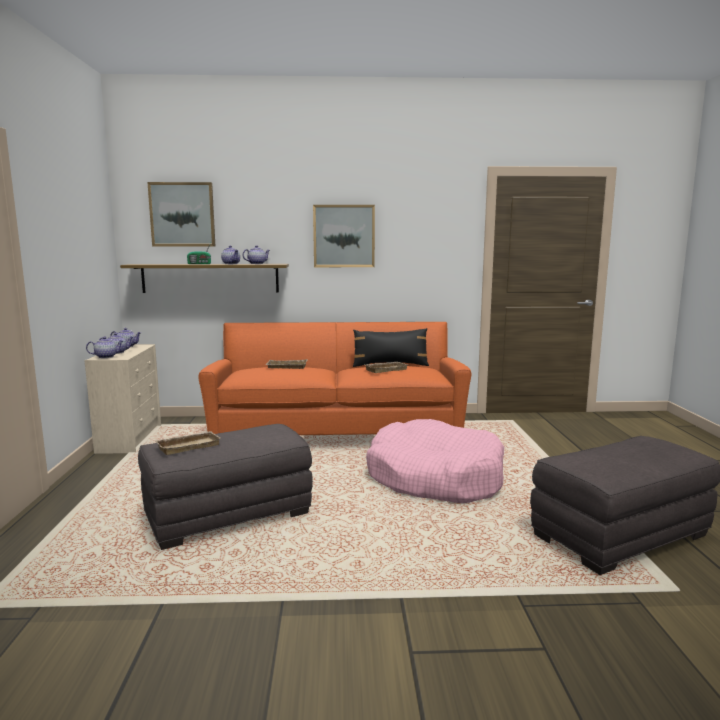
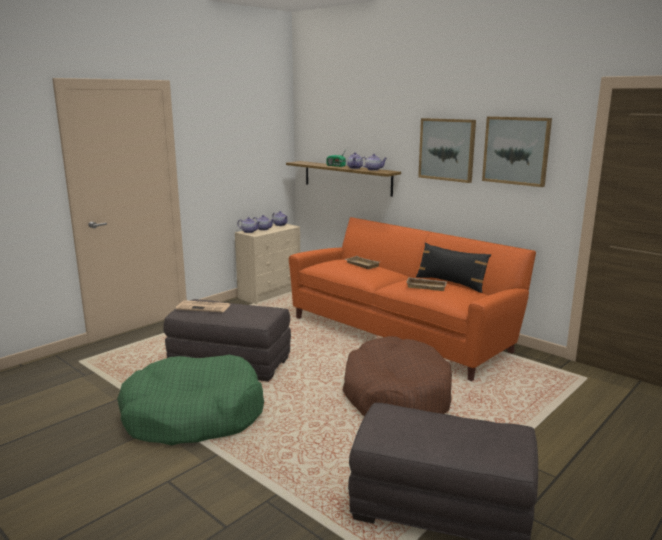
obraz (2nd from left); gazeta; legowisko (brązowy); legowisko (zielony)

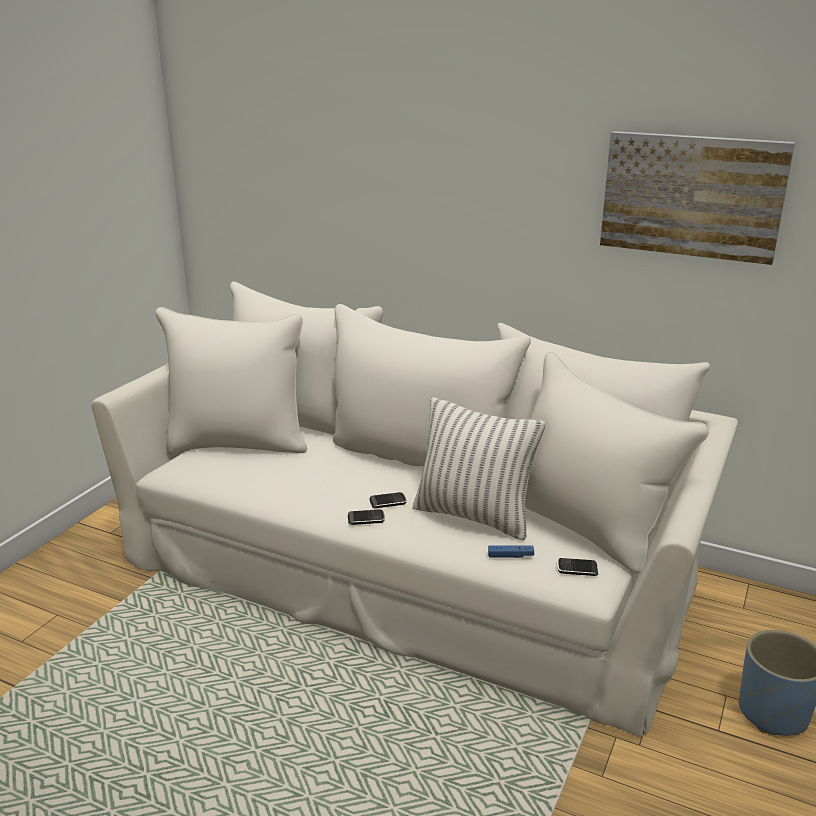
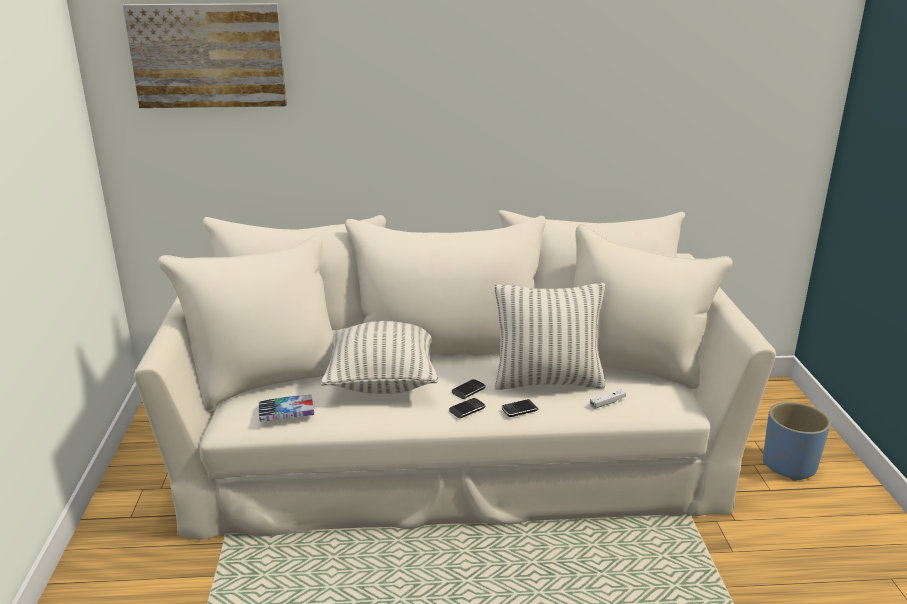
pad do gier (biały); telefon (3rd from left); obraz; książka; poduszka (1st from left)

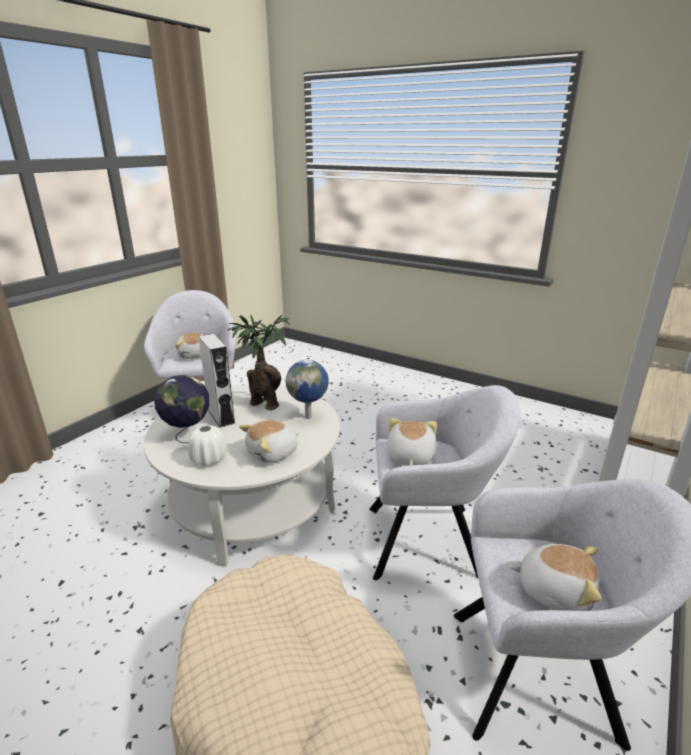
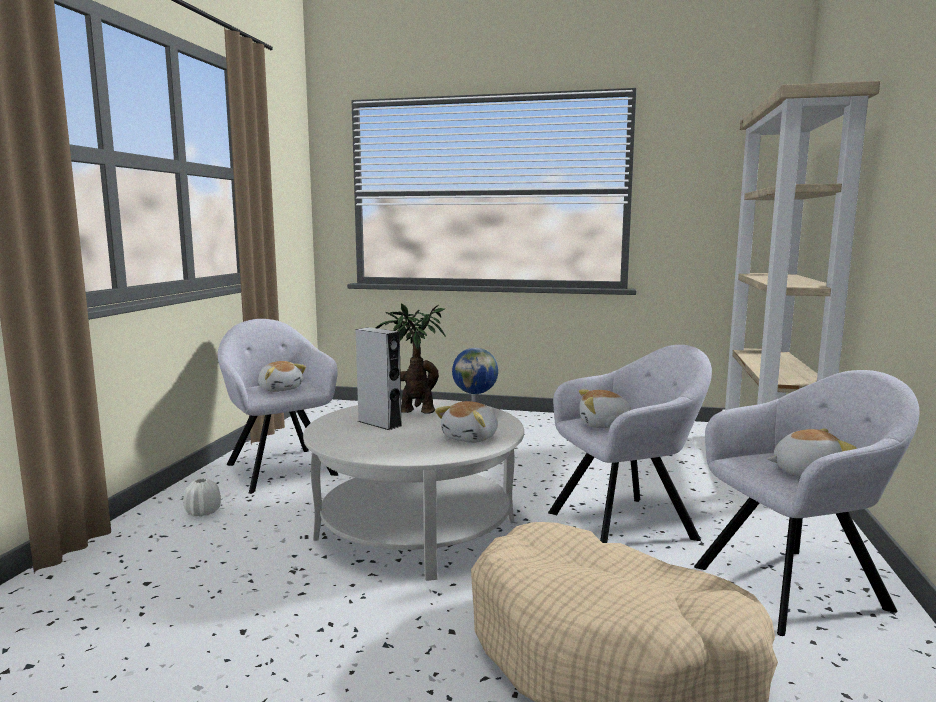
globus (1st from left in the first image); wazon (biały); pluszak (3rd from left)

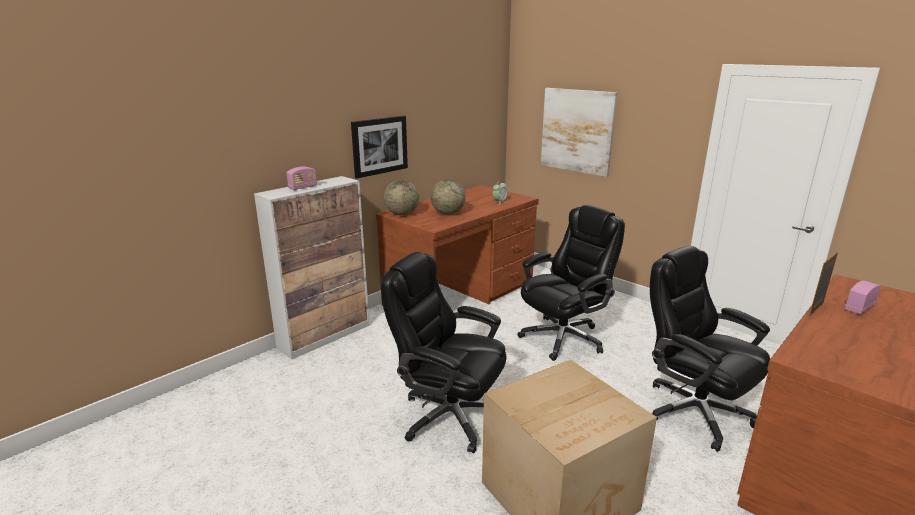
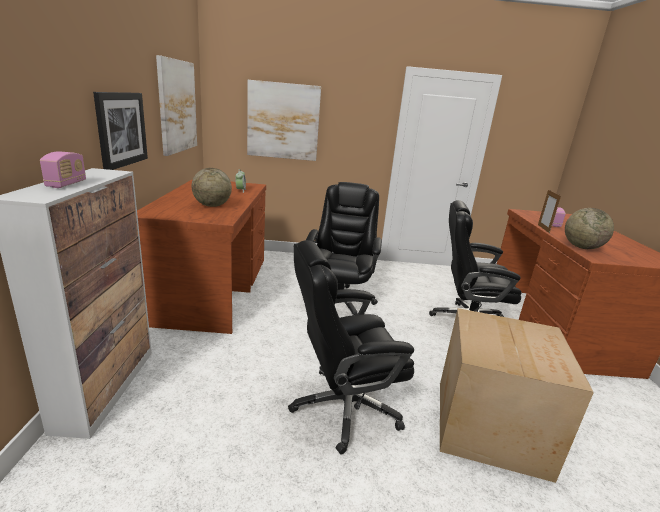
globus (2nd from left); obraz (2nd from left)

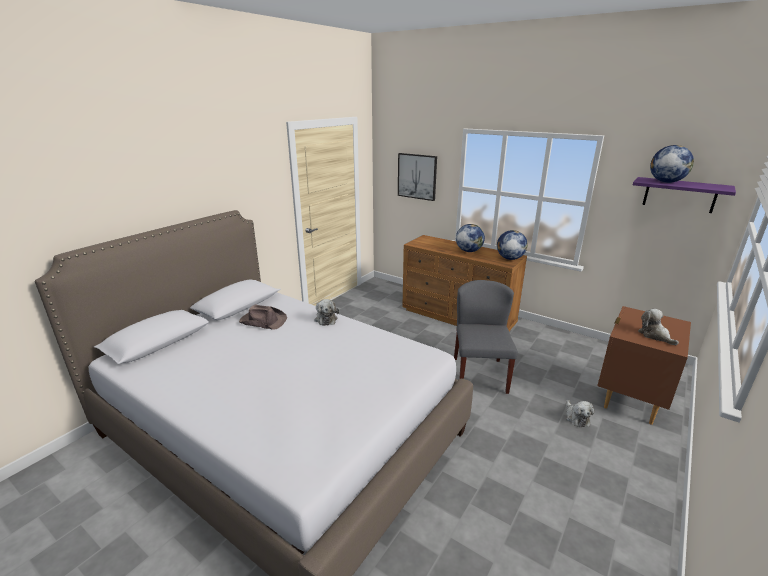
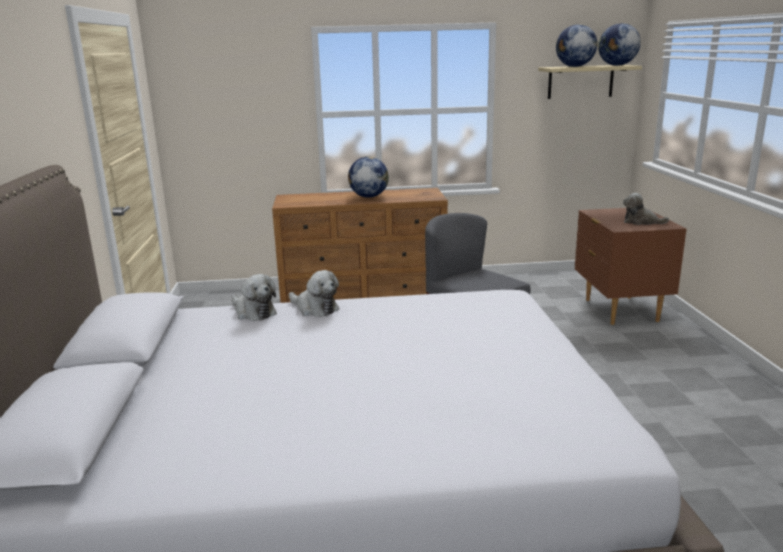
kapelusz (brązowy); obraz; globus (3rd from left); pluszak (1st from left); półka (beżowy)

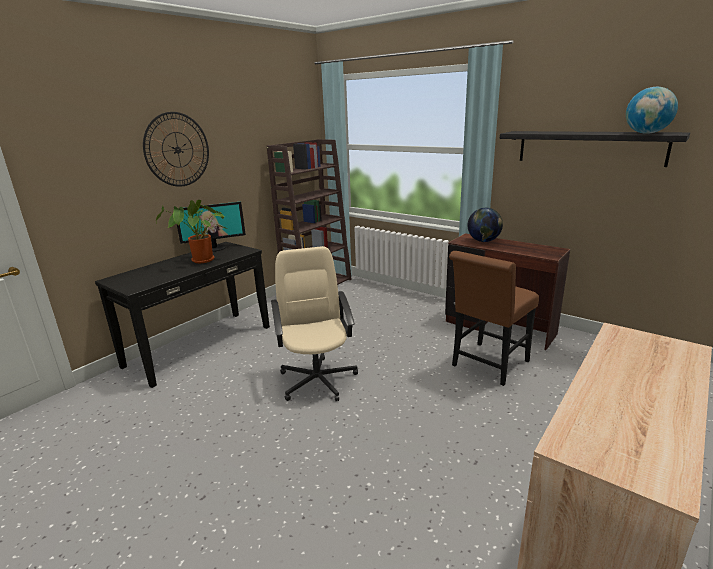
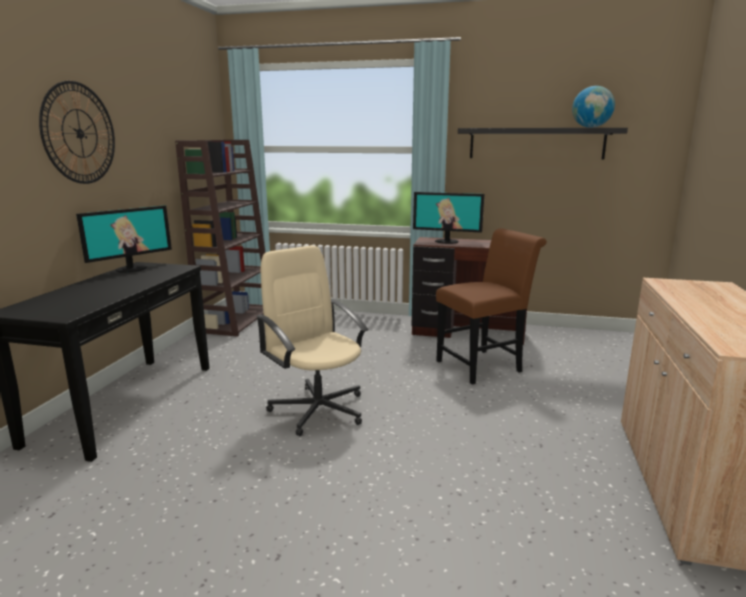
roślina doniczkowa; krzesło (brązowy); monitor (2nd from left)

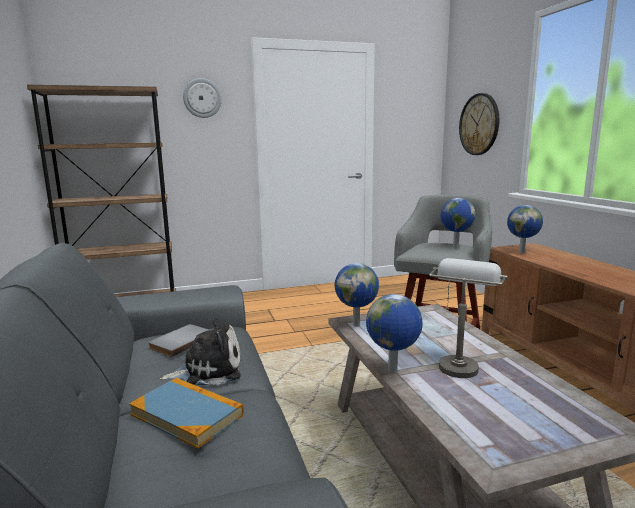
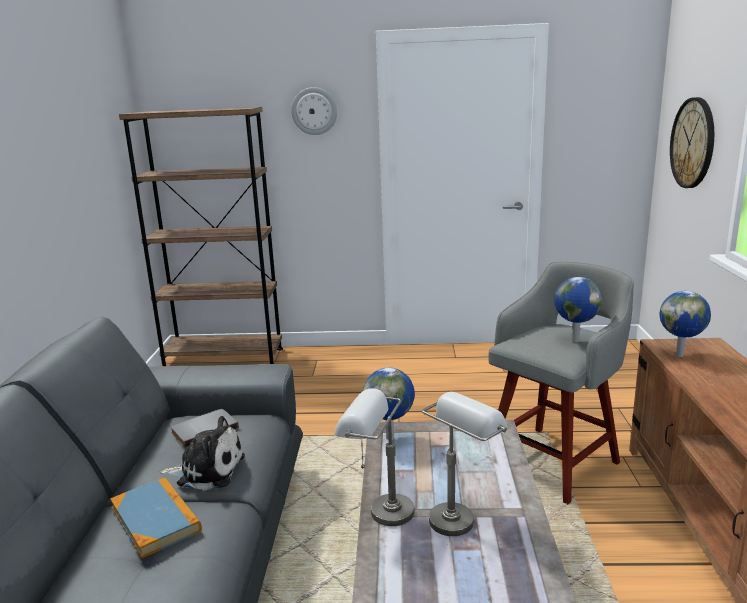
lampa stołowa (szary) (1st from left)

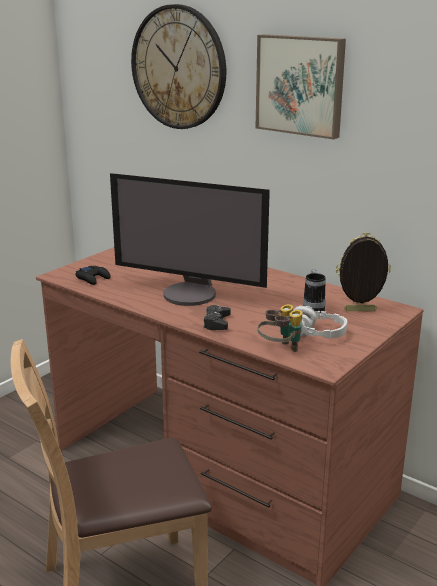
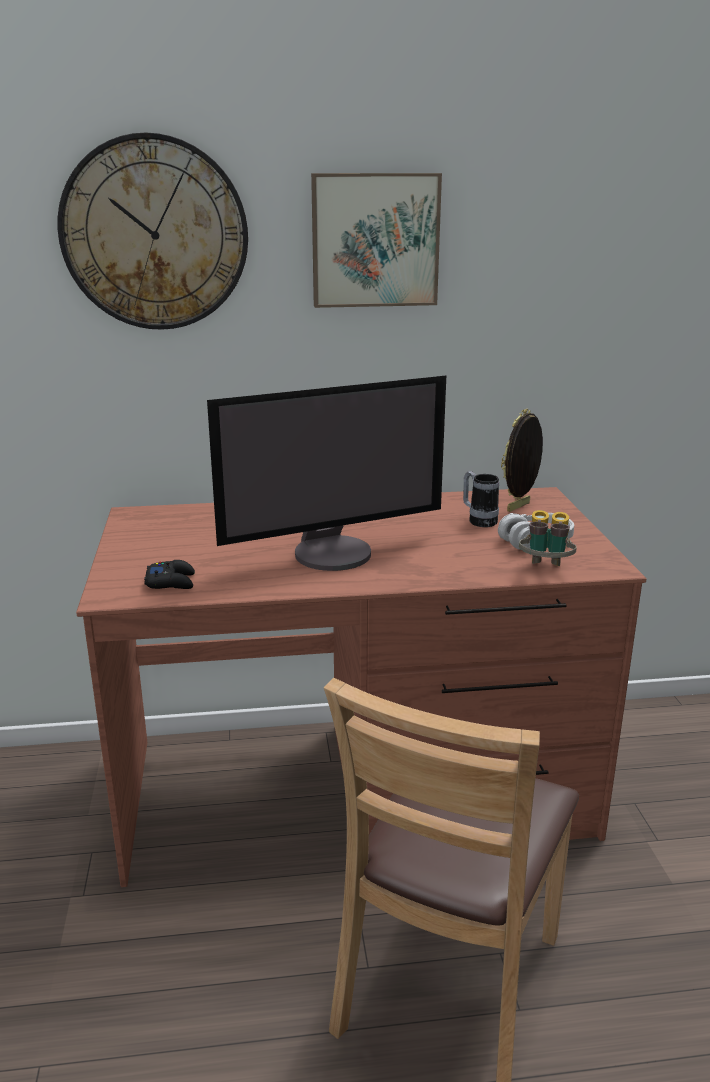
pad do gier (czarny) (2nd from left in the first image)

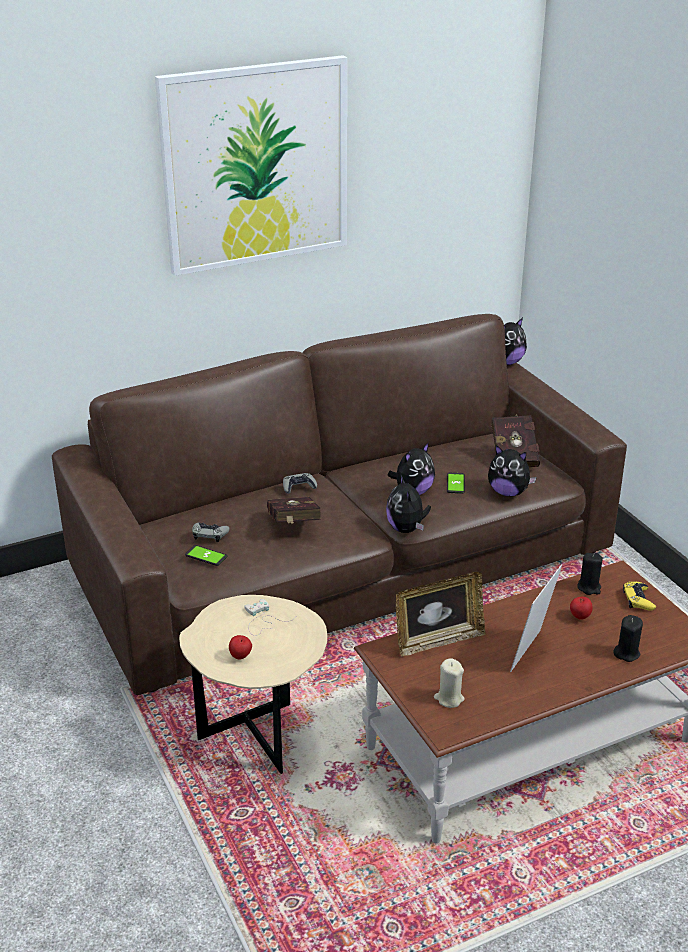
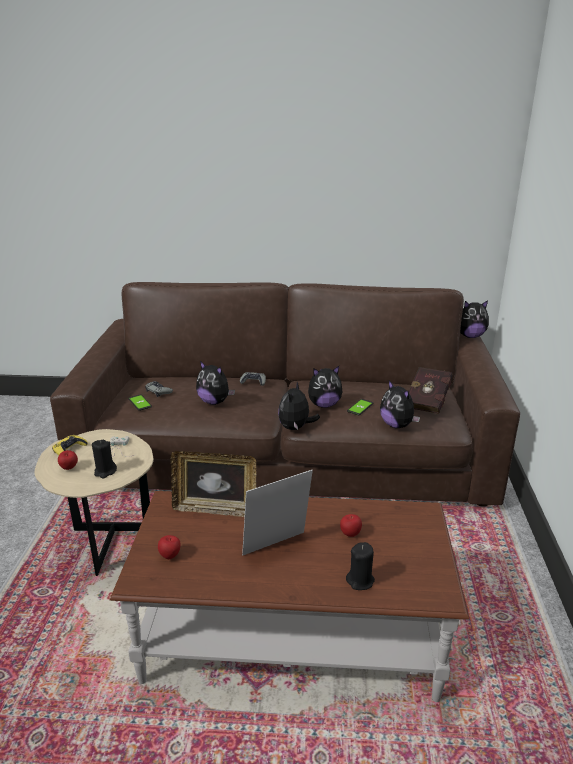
obraz; pluszak (1st from left); jabłko (2nd from left); świeca (czarny) (1st from left); pad do gier (żółty)

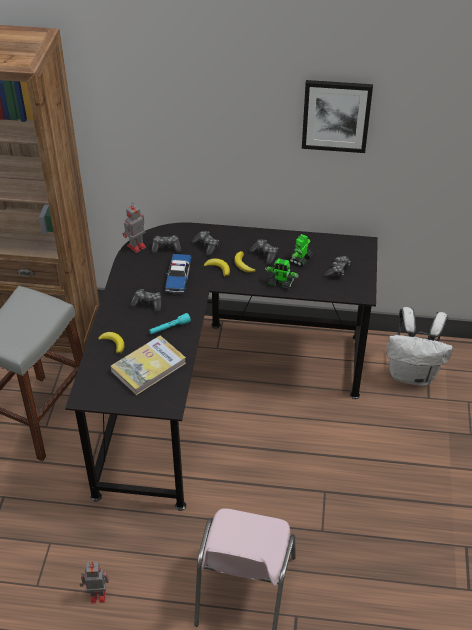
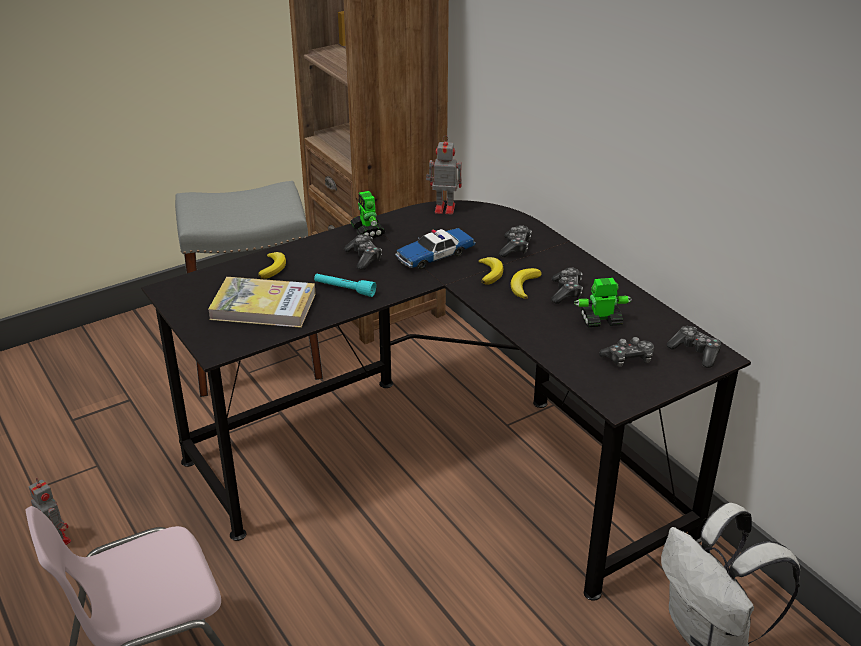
pad do gier (5th from left); robot zabawkowy (2nd from left); obraz

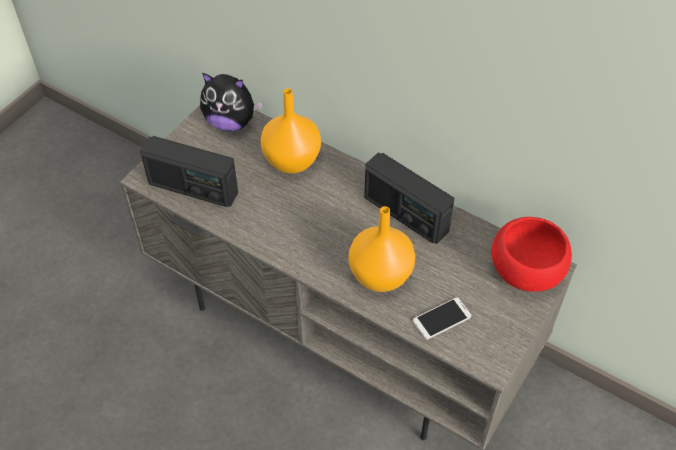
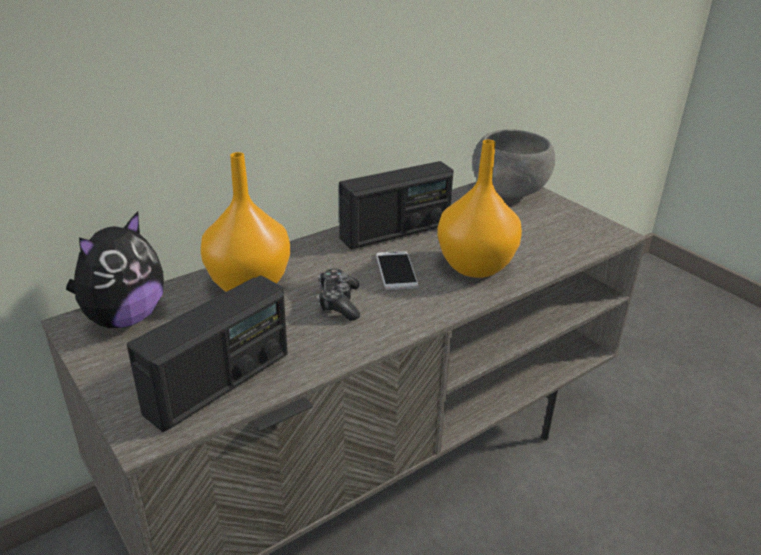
telefon; miska (szary); pad do gier

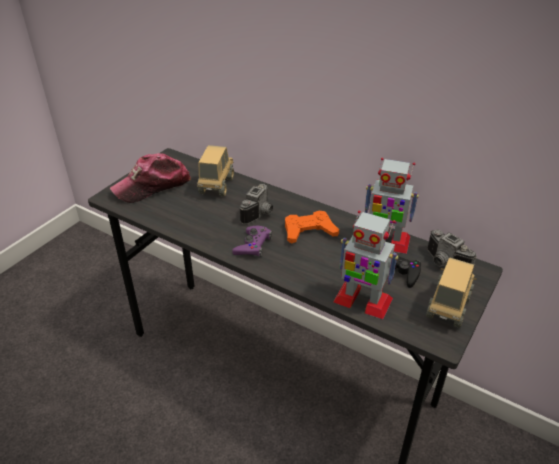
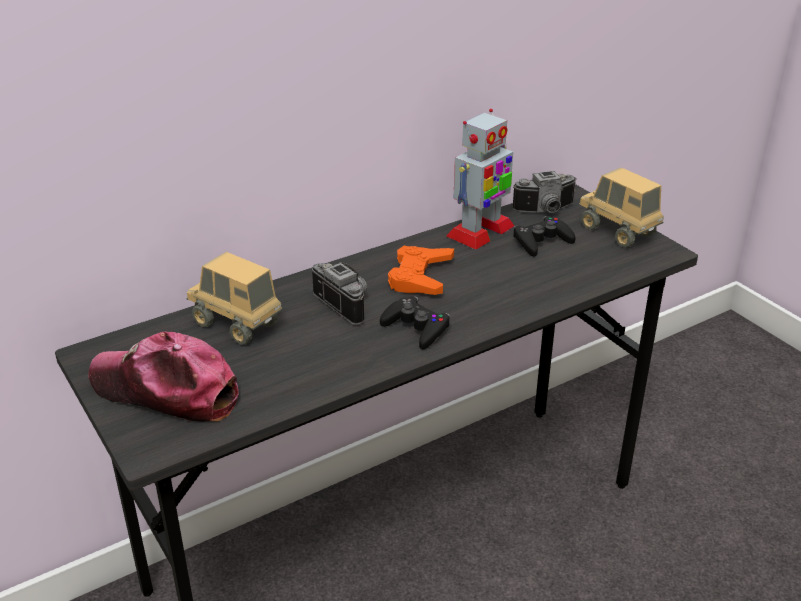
czapka z daszkiem; pad do gier (czarny) (1st from left); robot zabawkowy (1st from left in the first image)

